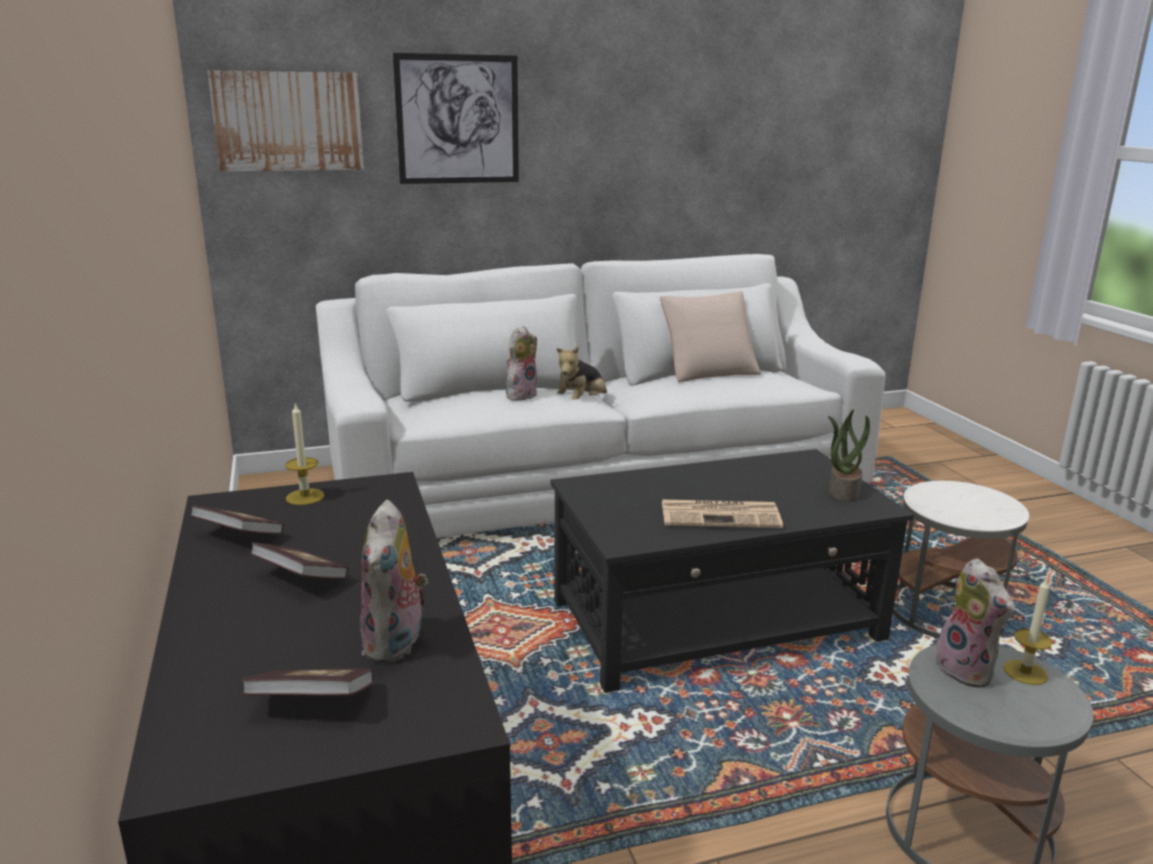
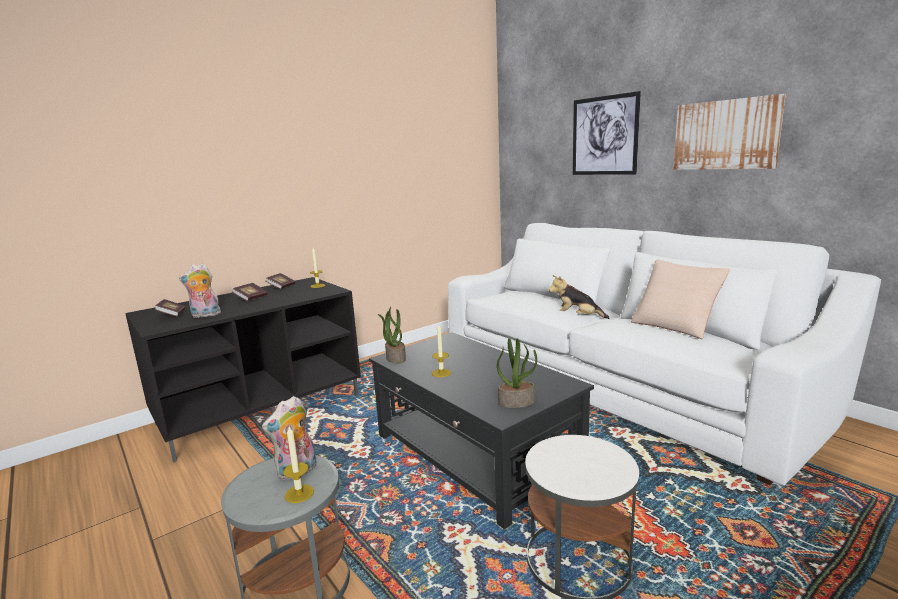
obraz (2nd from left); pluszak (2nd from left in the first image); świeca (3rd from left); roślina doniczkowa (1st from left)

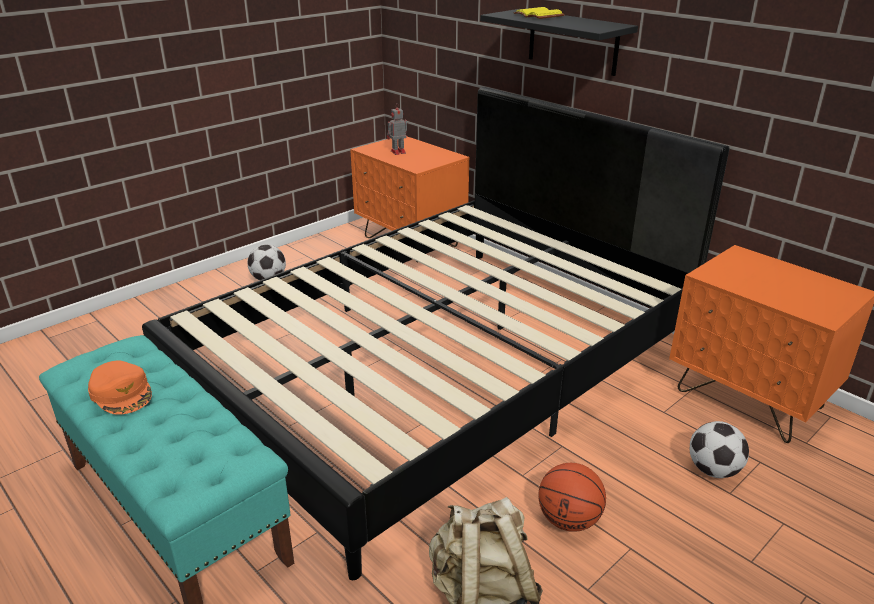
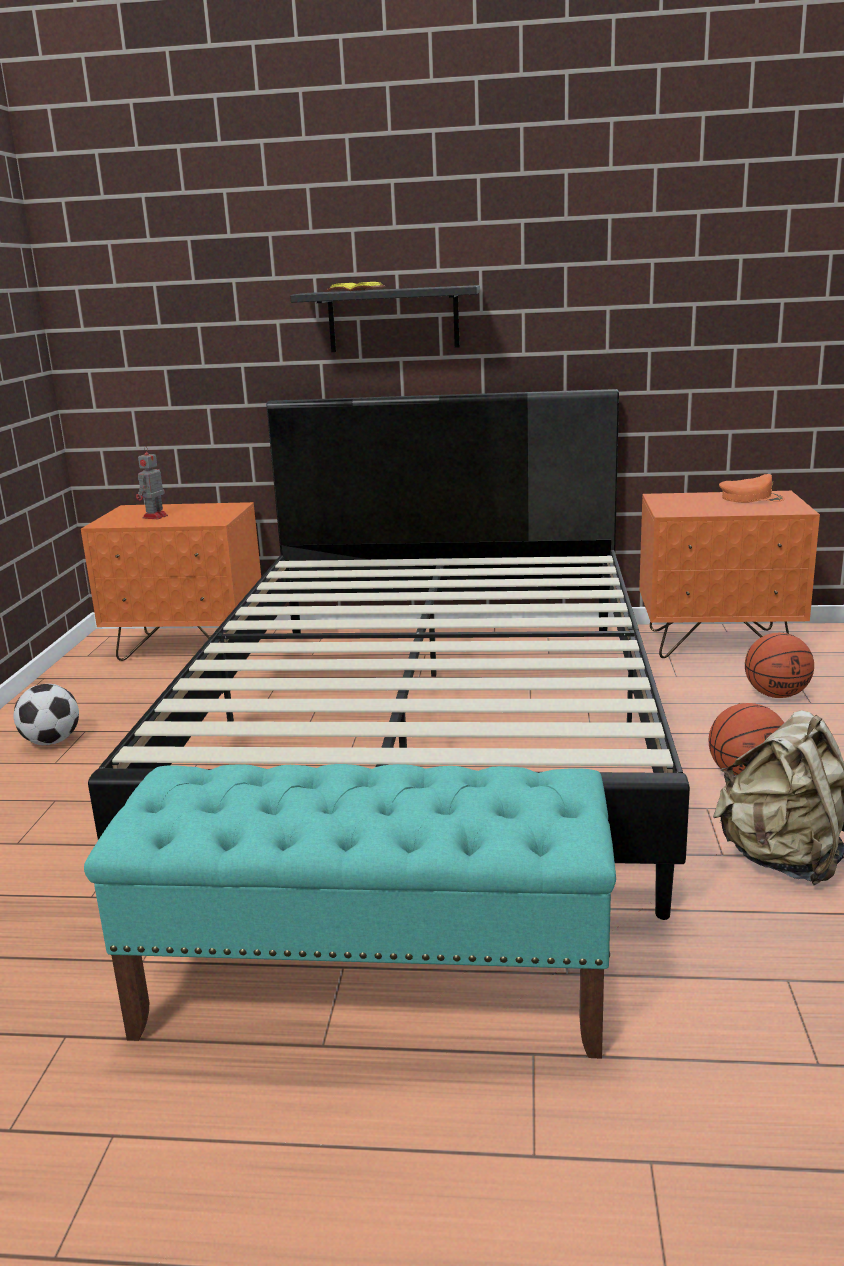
czapka z daszkiem (pomarańczowy); piłka do koszykówki (2nd from left)

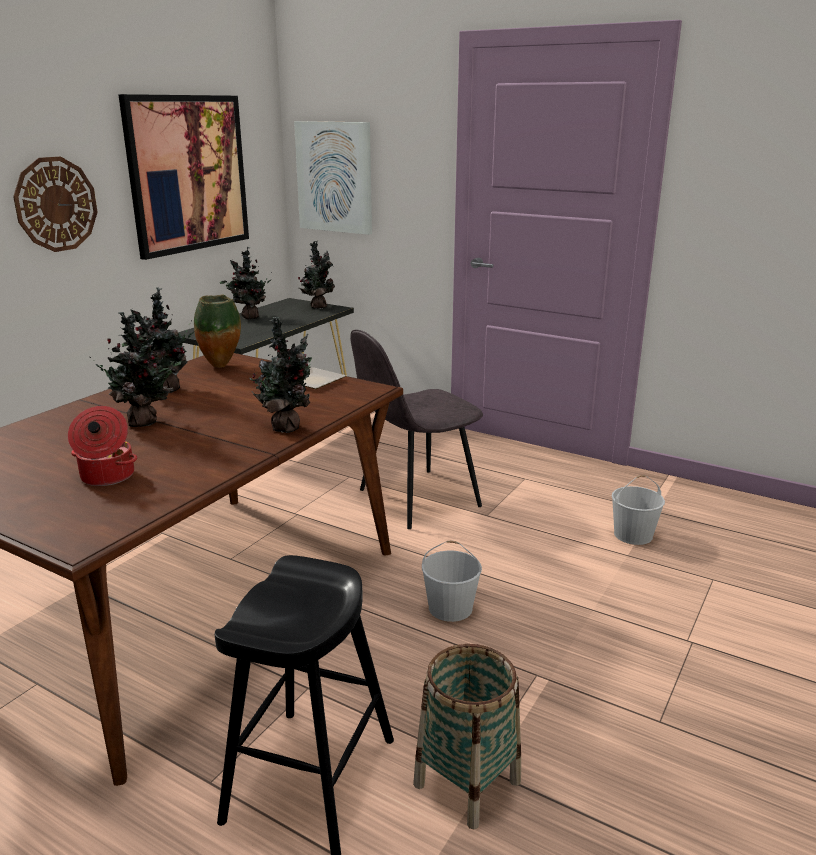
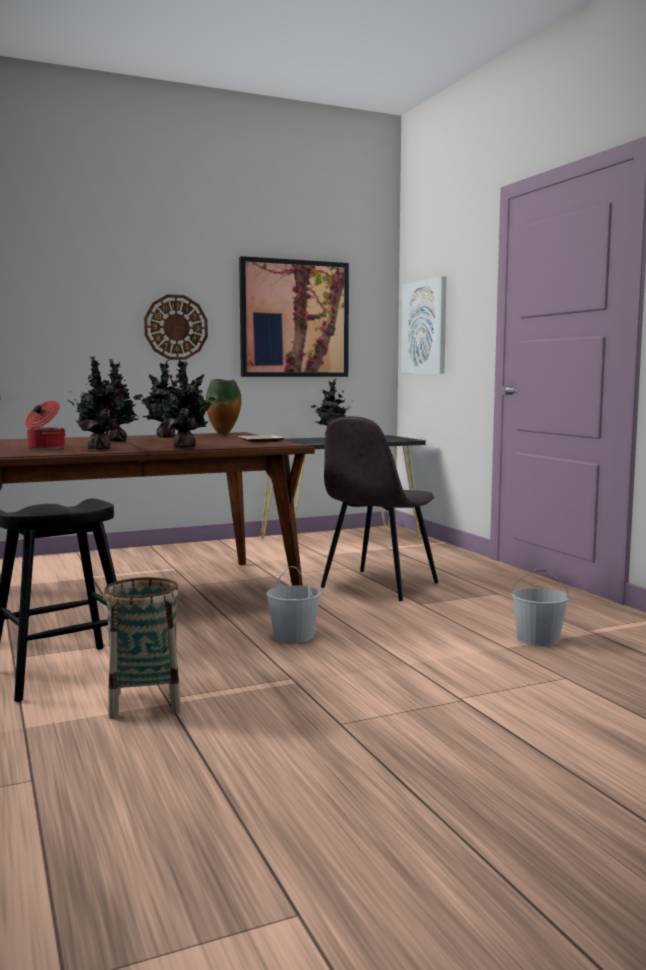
roślina doniczkowa (1st from left); krzesło (szary)

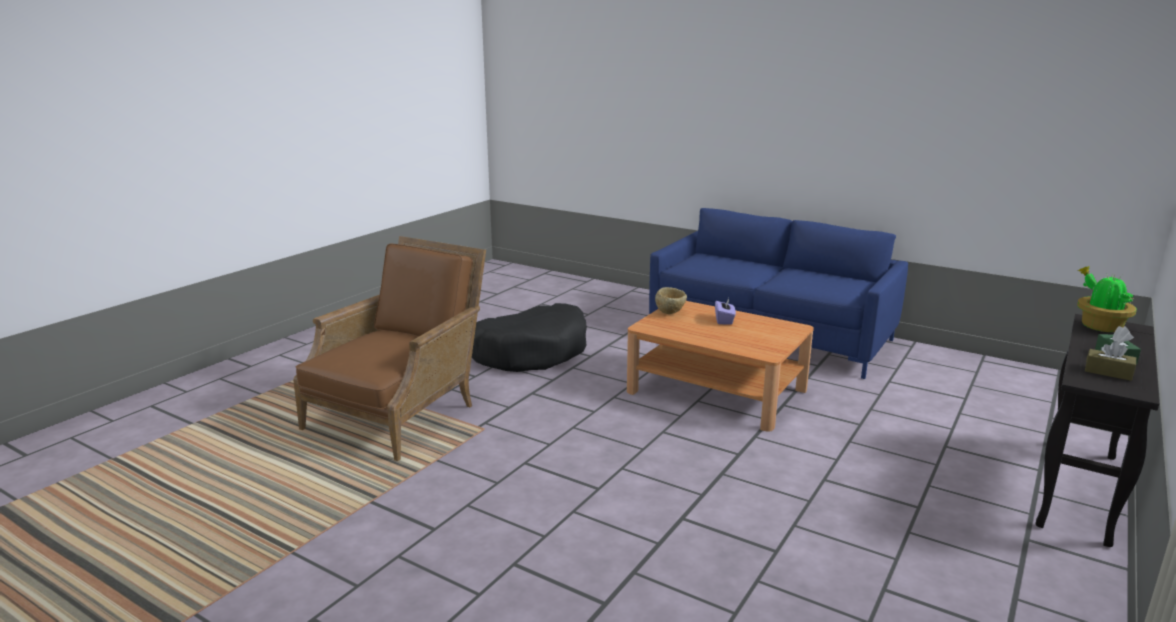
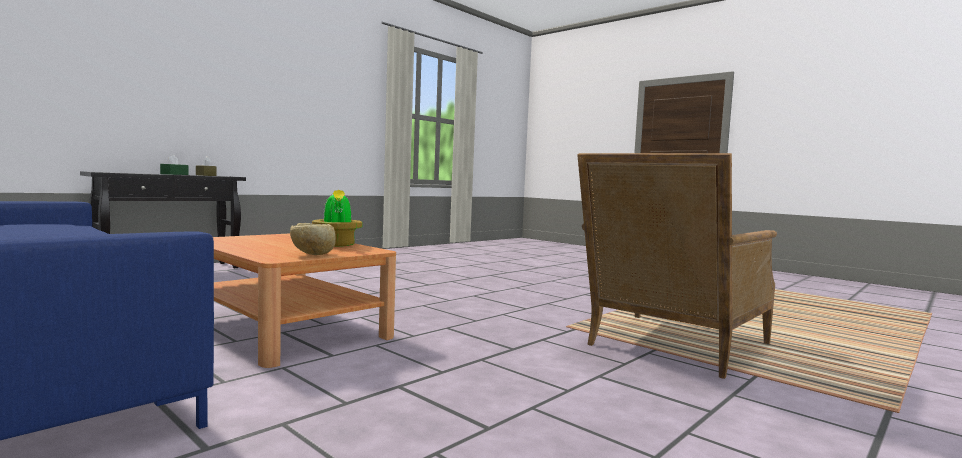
legowisko (czarny); pudełko chusteczek (fioletowy); roślina doniczkowa

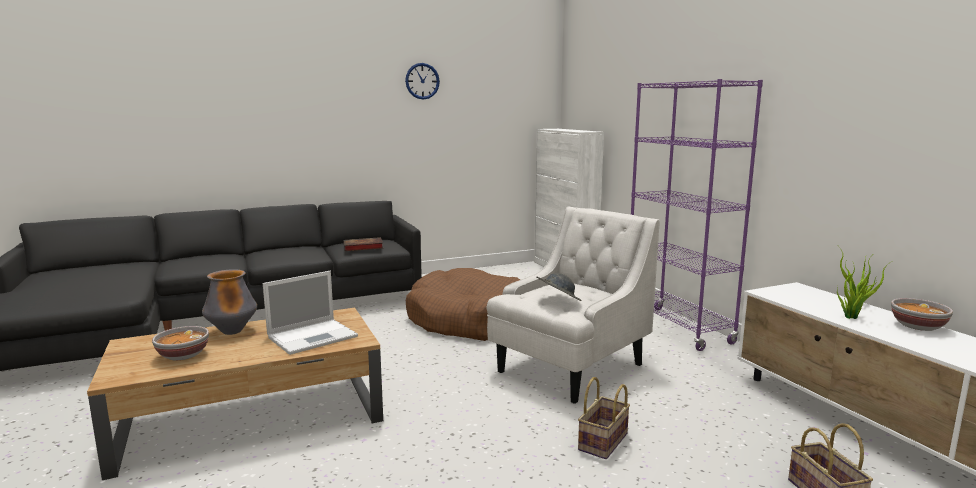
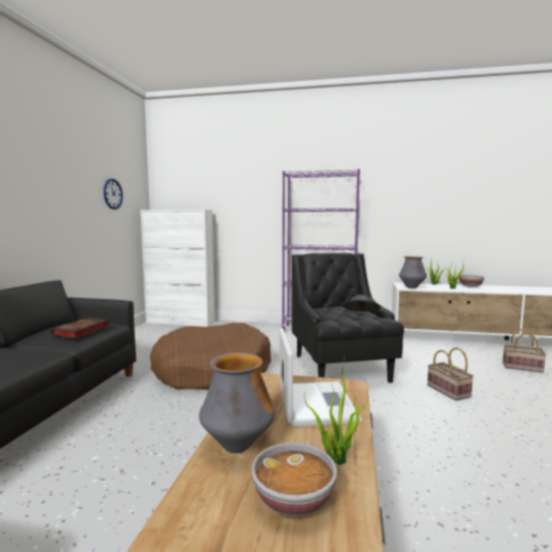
zegar ścienny; fotel (czarny); roślina doniczkowa (1st from left); wazon (2nd from left)

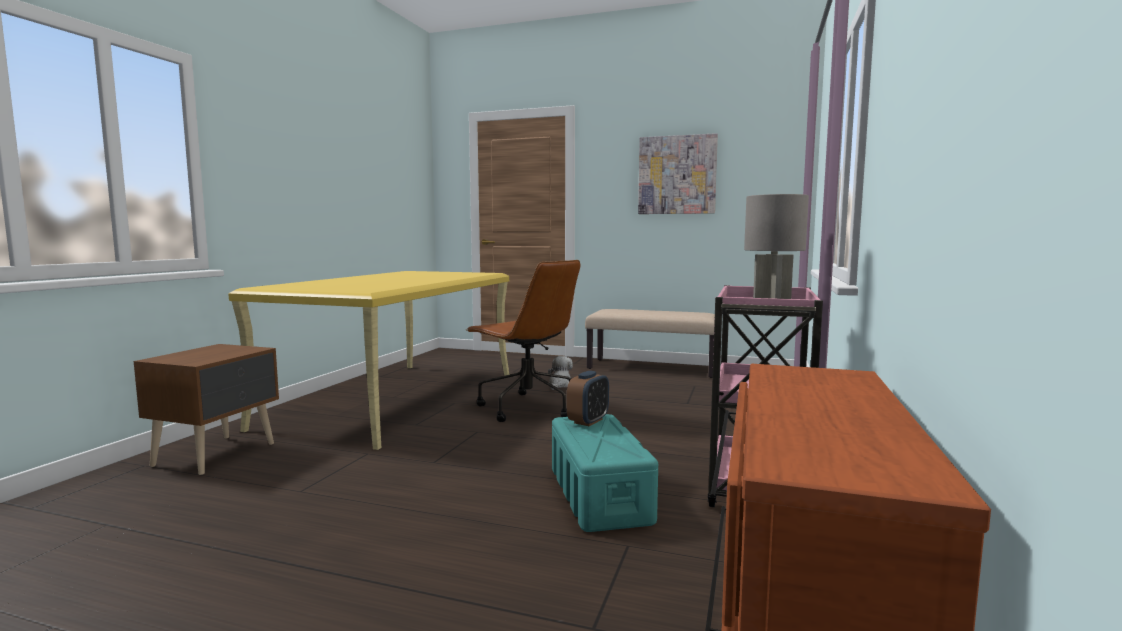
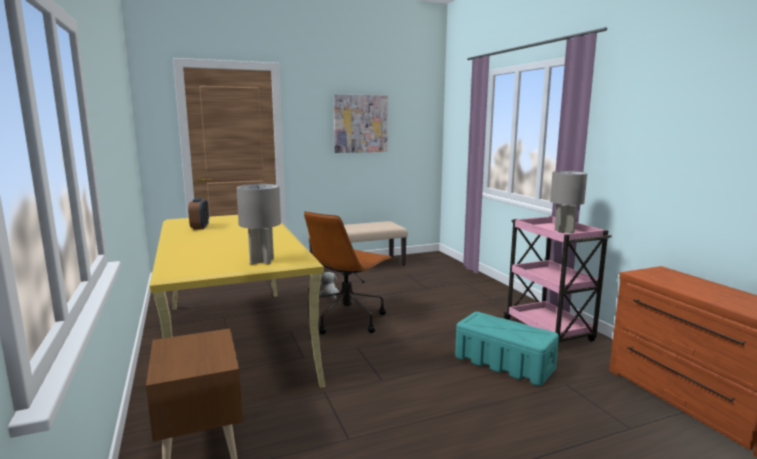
krzesło biurowe (brązowy); budzik; lampa stołowa (szary) (1st from left)

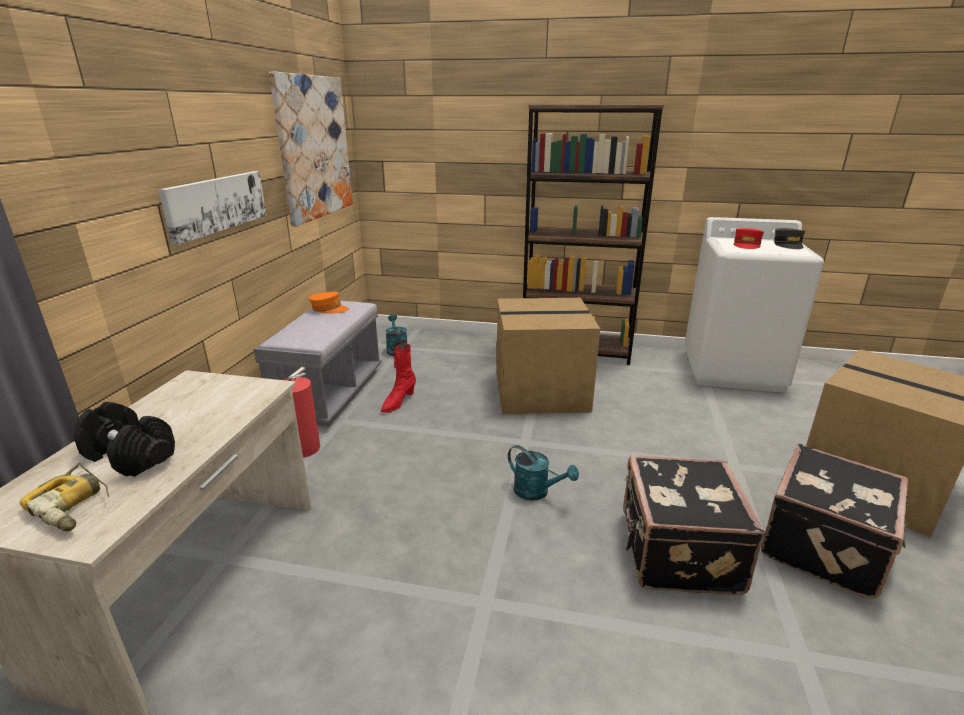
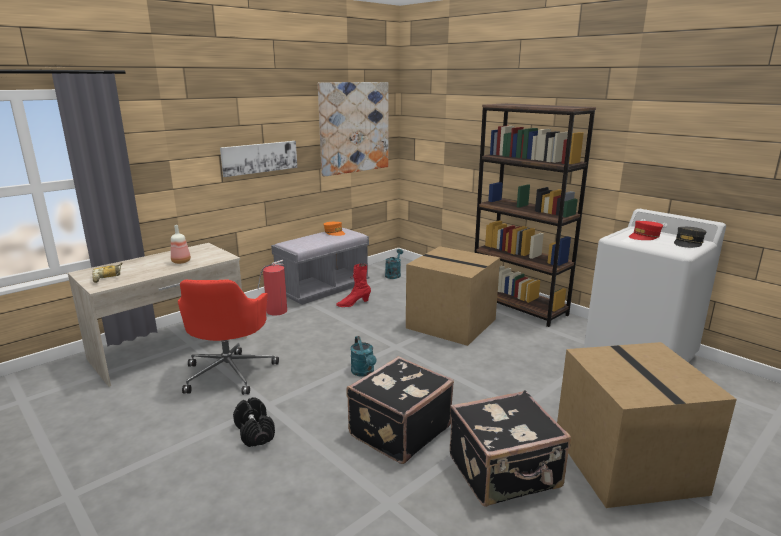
hantel (czarny); butelka; krzesło biurowe (czerwony)

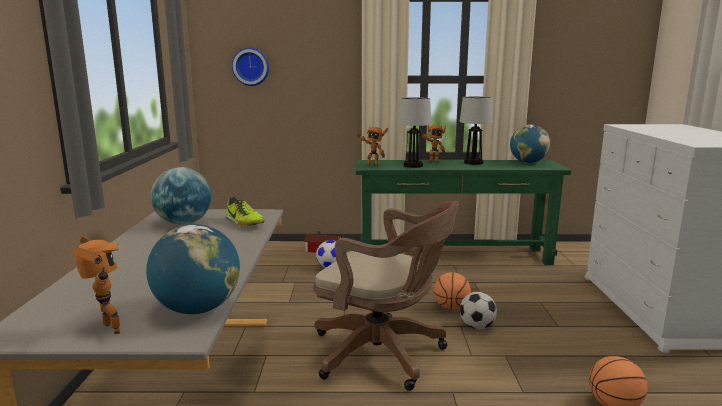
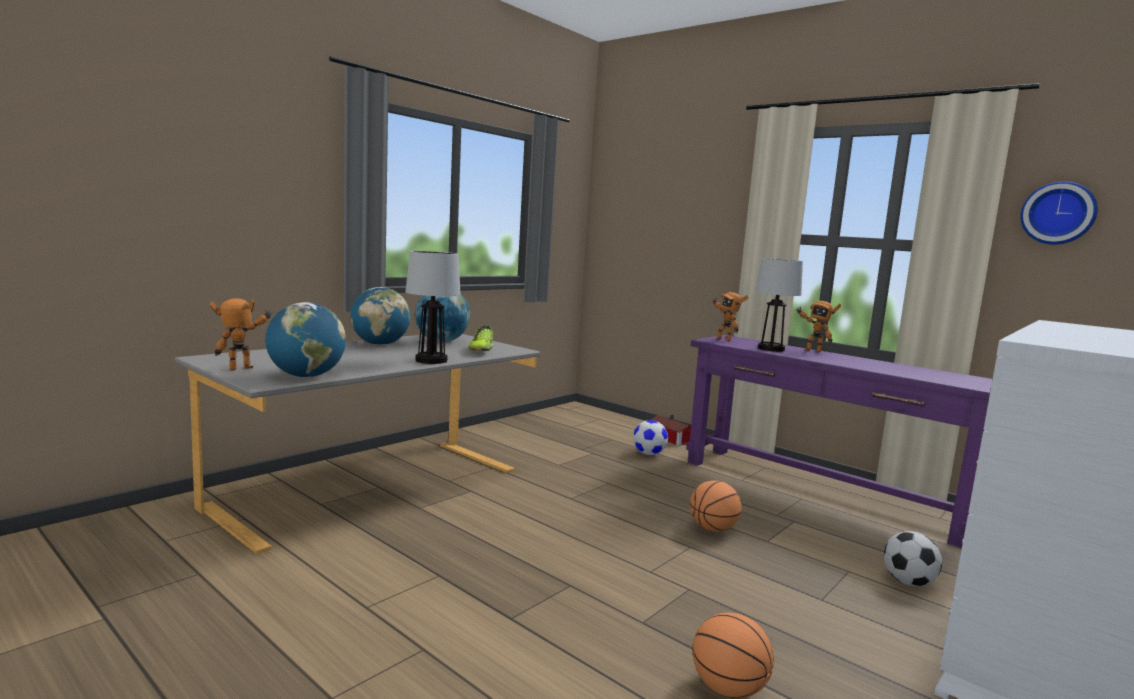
robot zabawkowy (1st from left); zegar ścienny; krzesło biurowe (brązowy); stolik konsolowy (fioletowy); lampa stołowa (1st from left); piłka futbolowa (2nd from left); globus (2nd from left)

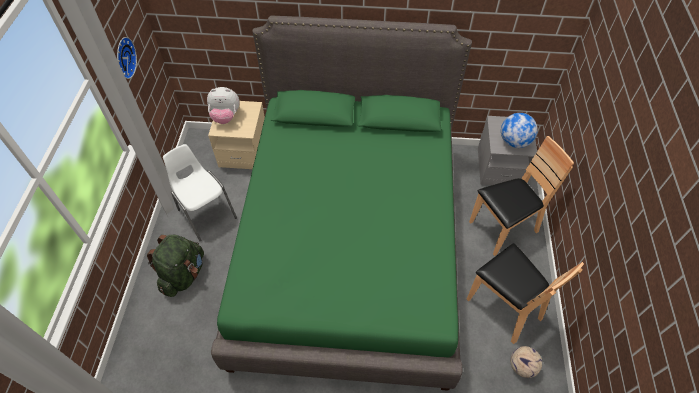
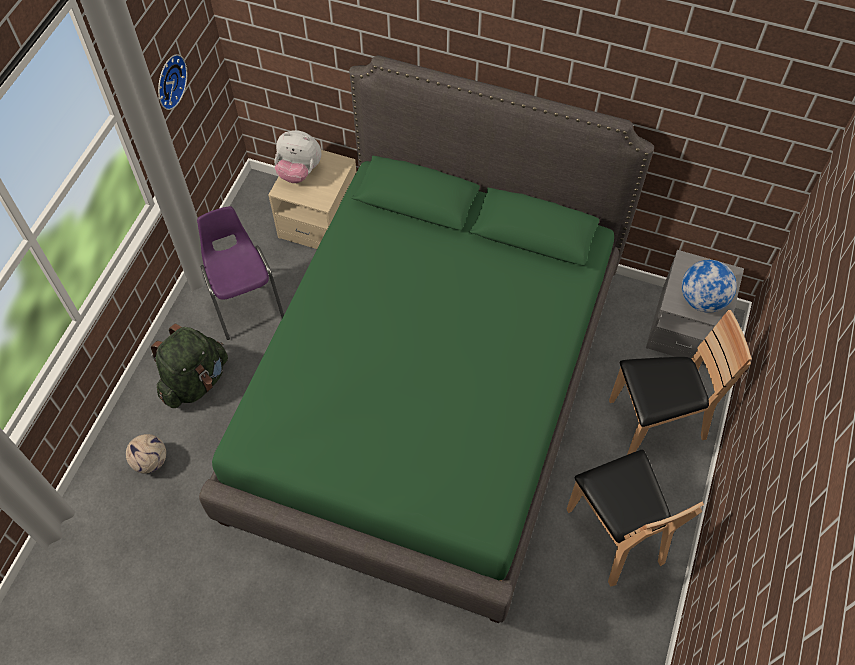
krzesło (fioletowy); piłka futbolowa

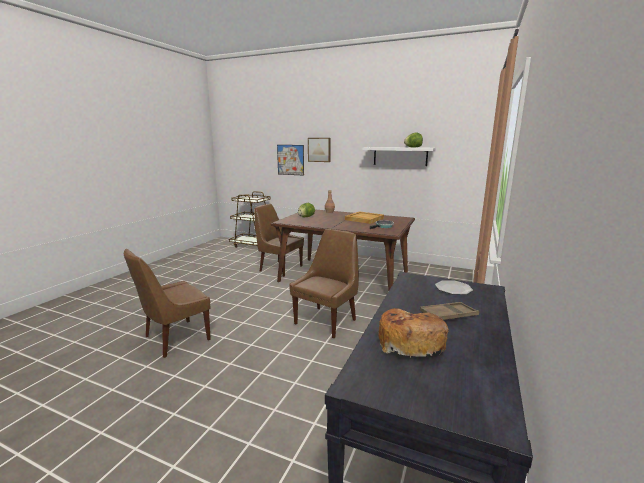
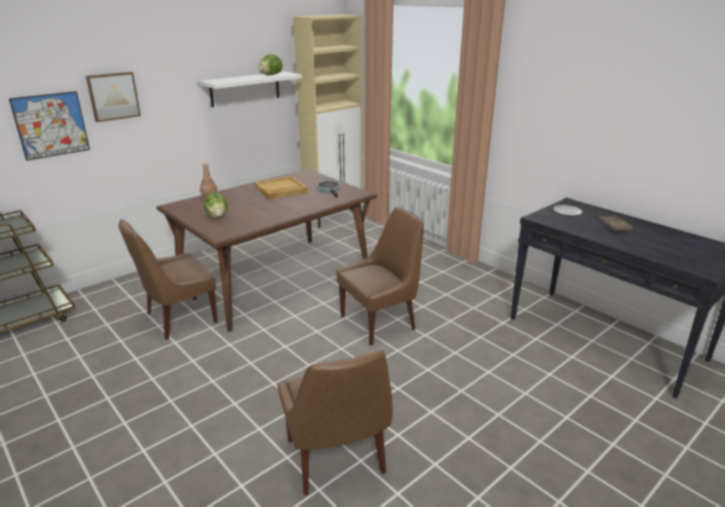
krzesło (brązowy) (3rd from left); chleb; szafka (beżowy)

